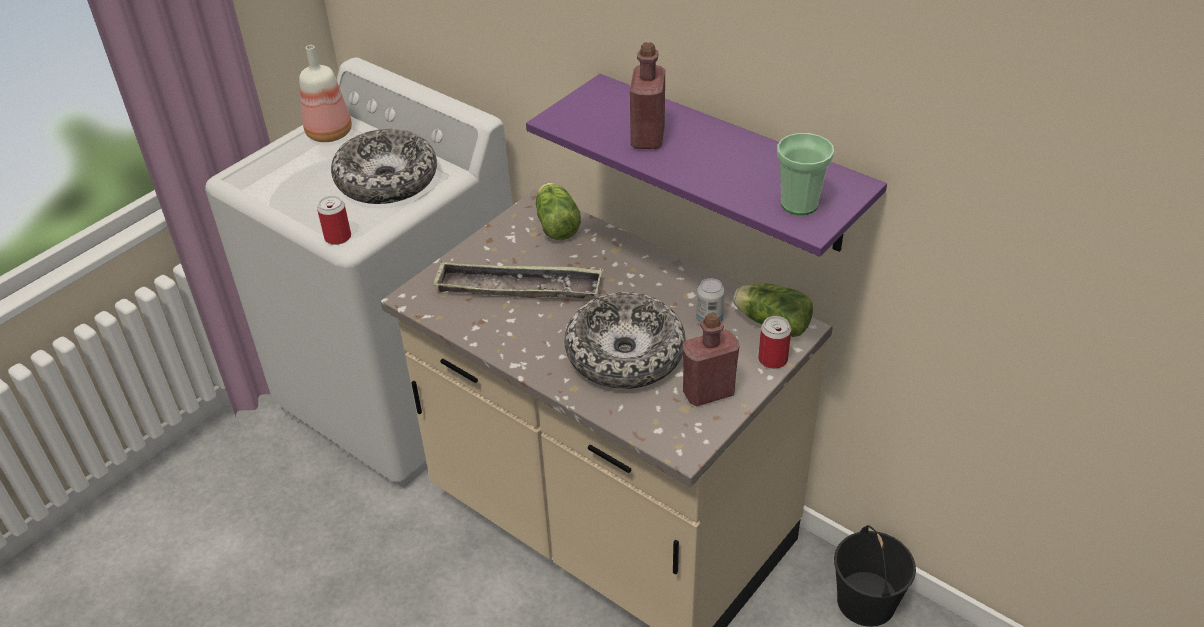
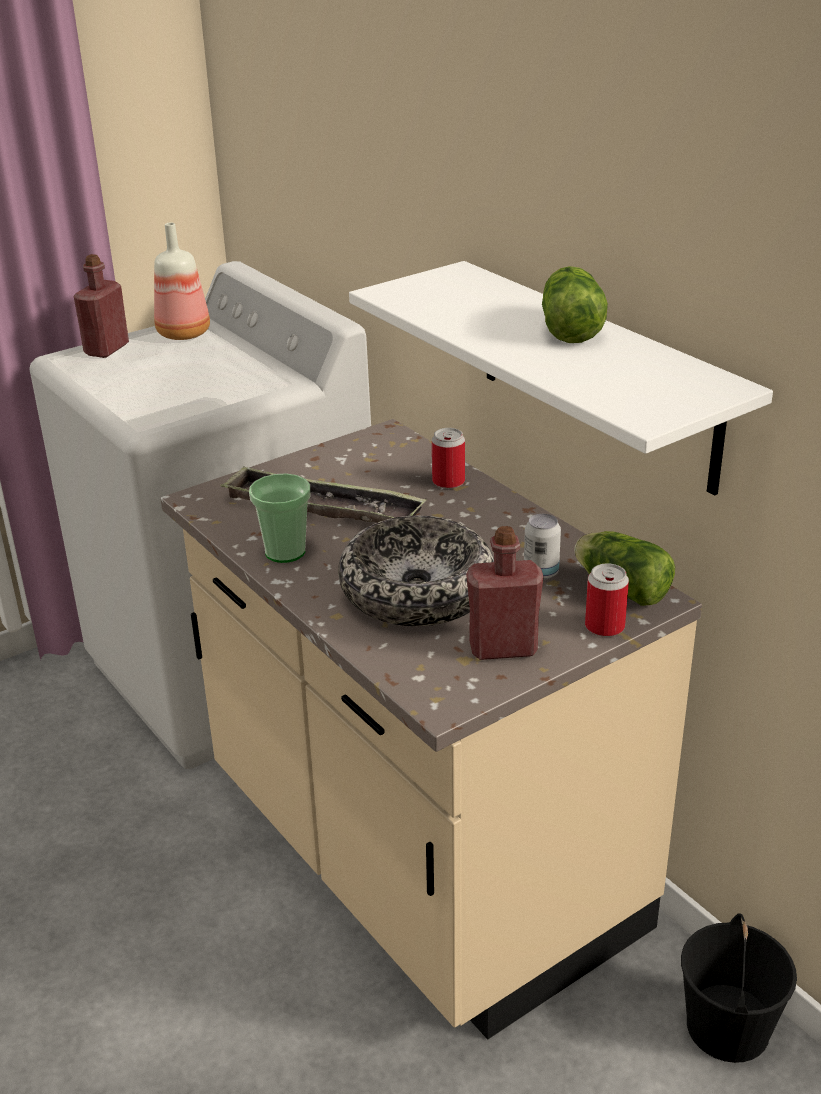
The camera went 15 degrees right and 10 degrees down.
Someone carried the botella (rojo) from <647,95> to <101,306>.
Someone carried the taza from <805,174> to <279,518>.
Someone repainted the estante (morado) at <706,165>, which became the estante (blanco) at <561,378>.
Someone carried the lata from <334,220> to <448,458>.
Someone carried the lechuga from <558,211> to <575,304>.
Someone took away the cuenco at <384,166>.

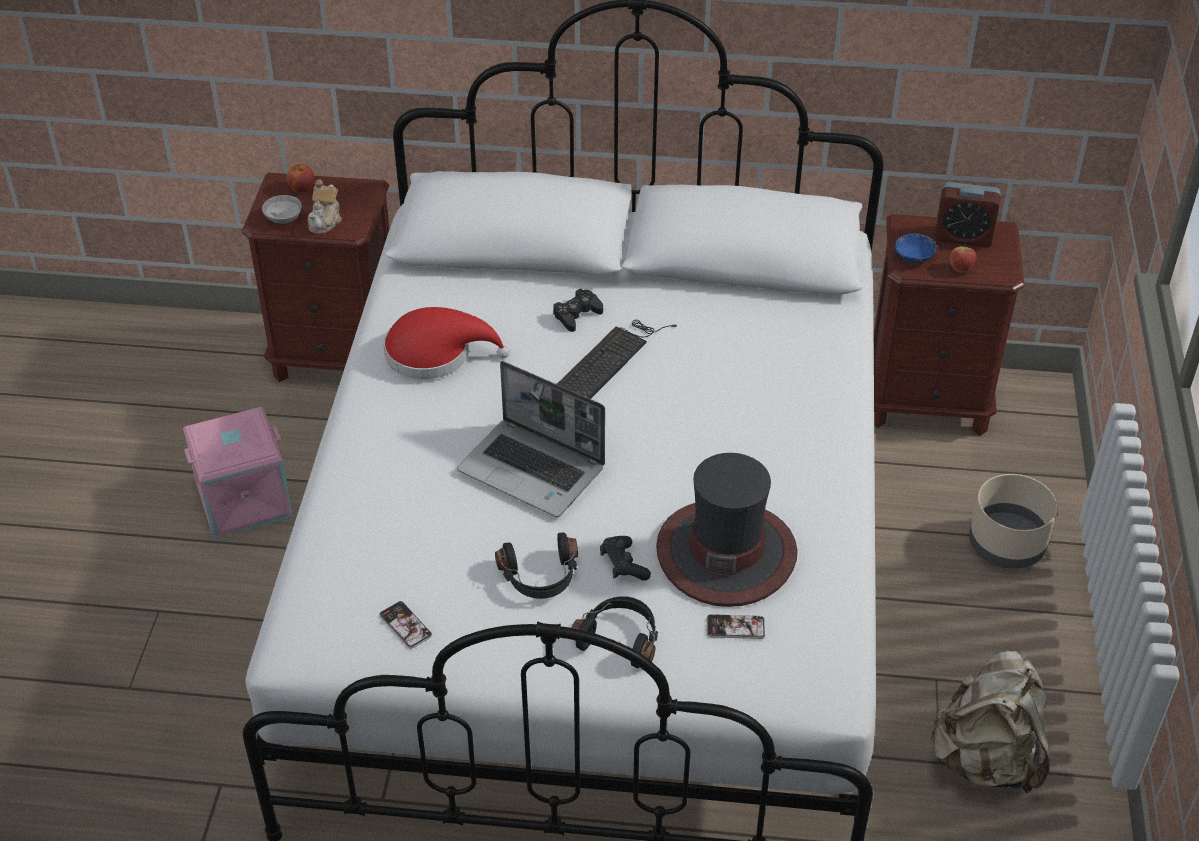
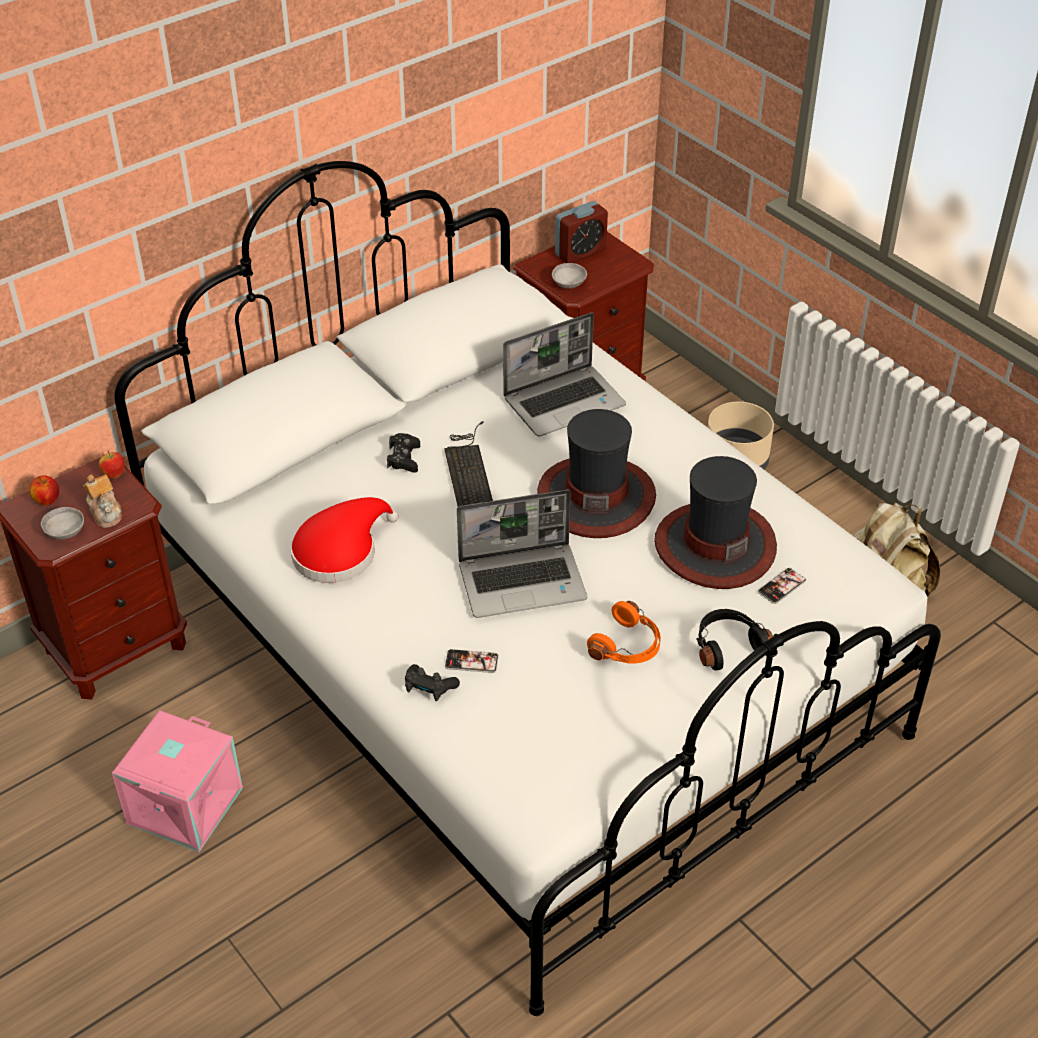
The camera went 45 degrees left and 0 degrees up.
Someone carried the manzana from <963,258> to <112,465>.
Someone carried the mando de consola (negro) from <625,558> to <432,682>.
Someone carried the móvil from <405,625> to <472,661>.
Someone put down the portátil at <564,375>.
Someone put down the sombrero at <596,473>.
Someone repainted the cuenco (azul) at <916,248>, which became the cuenco (gris) at <569,276>.
Someone repainted the auriculares (negro) at <536,566>, which became the auriculares (naranja) at <624,632>.

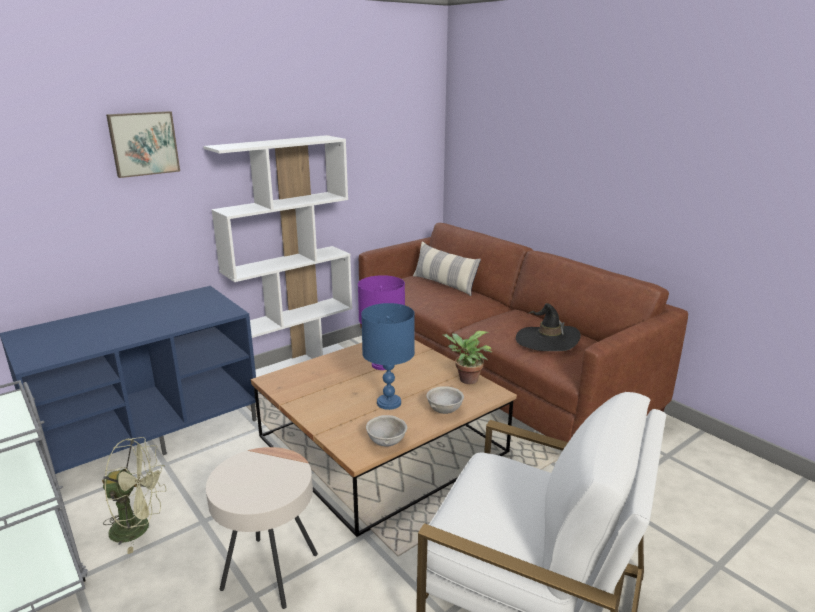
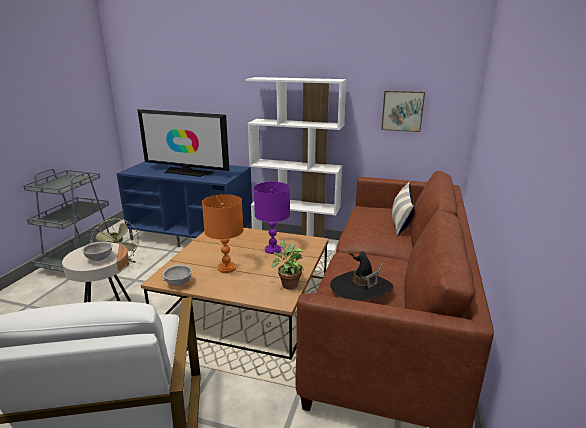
The camera went 55 degrees right and 0 degrees up.
Someone carried the cuenco (gris) from <445,400> to <97,251>.
Someone put down the televisor at <183,143>.
Someone repainted the lámpara de mesa (azul) at <388,356>, which became the lámpara de mesa (naranja) at <223,233>.
Someone carried the cuadro from <143,144> to <403,111>.

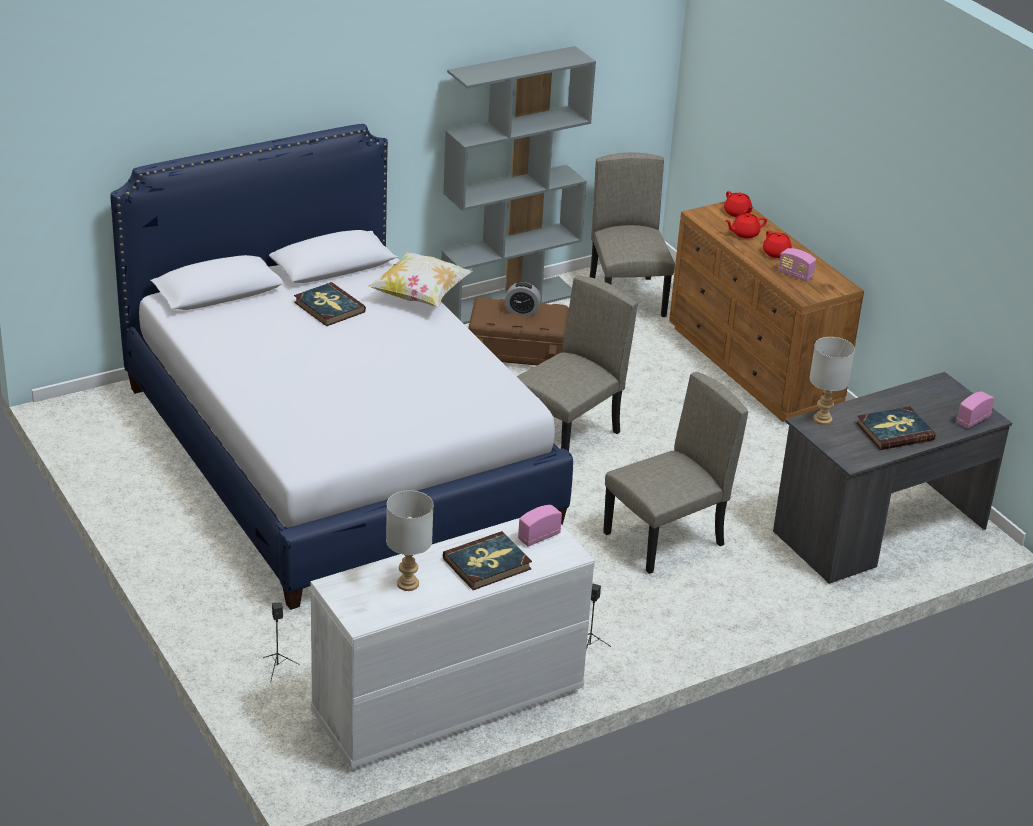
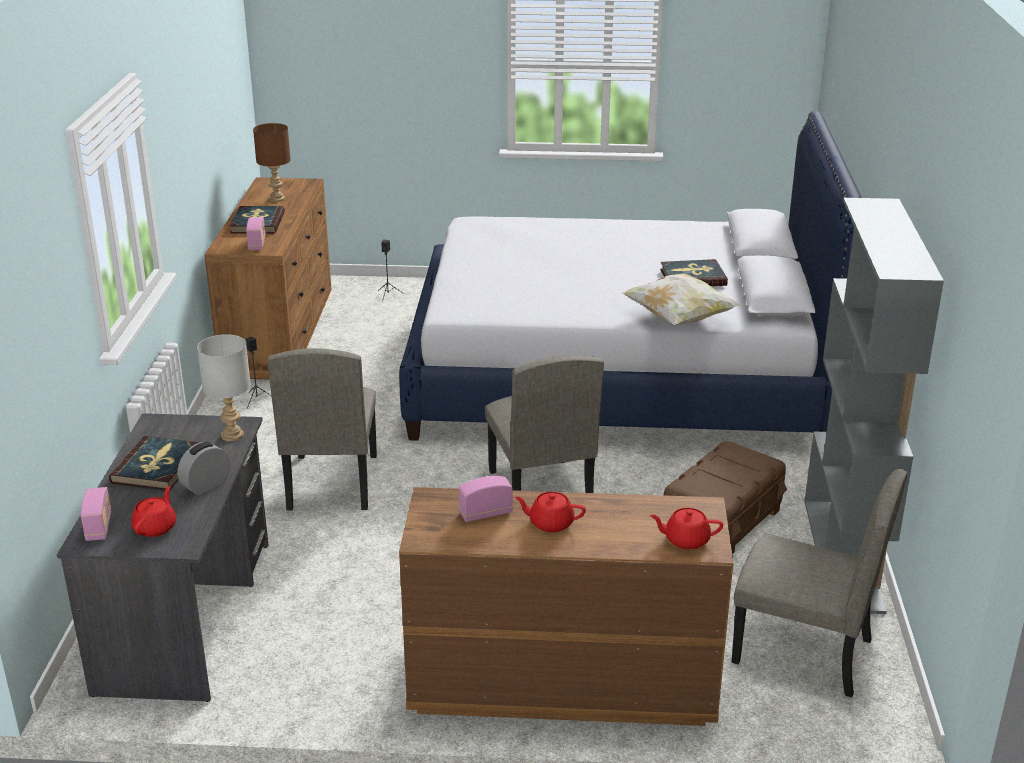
The camera went 125 degrees right and 5 degrees down.
Someone carried the tetera (rojo) from <746,225> to <153,511>.
Someone carried the despertador from <523,299> to <204,468>.
Someone repainted the cómoda (blanco) at <452,643>, which became the cómoda (marrón) at <268,278>.
Someone repainted the lámpara de mesa (gris) at <410,540>, which became the lámpara de mesa (marrón) at <272,162>.

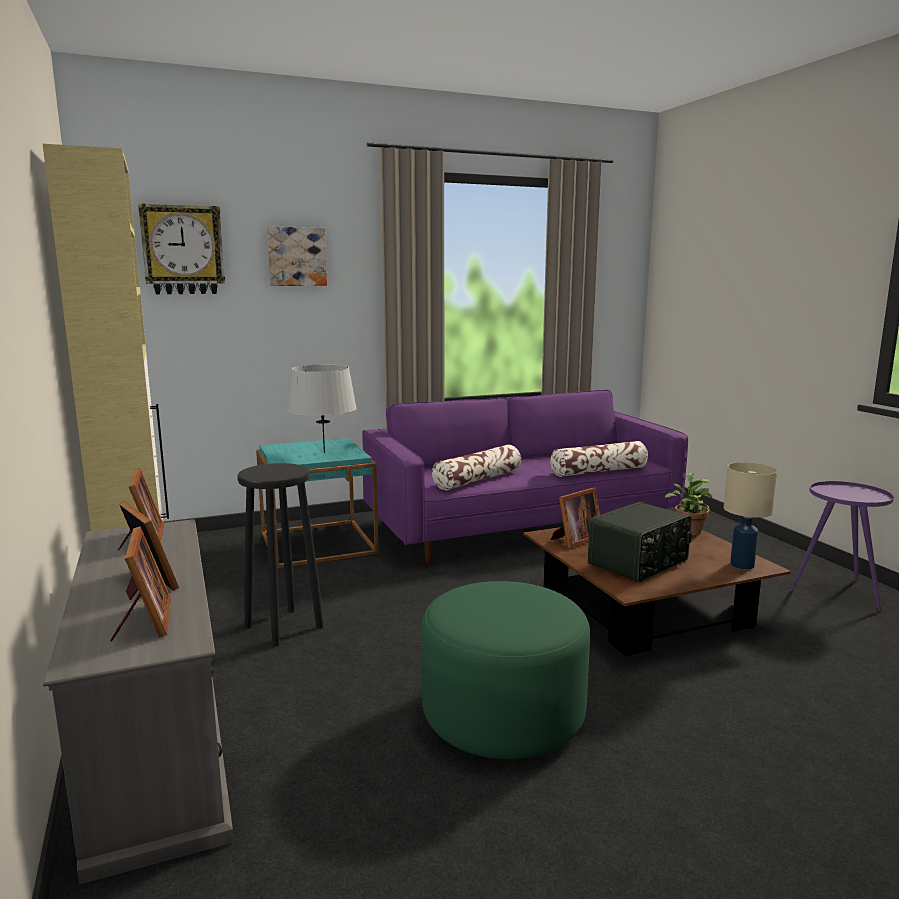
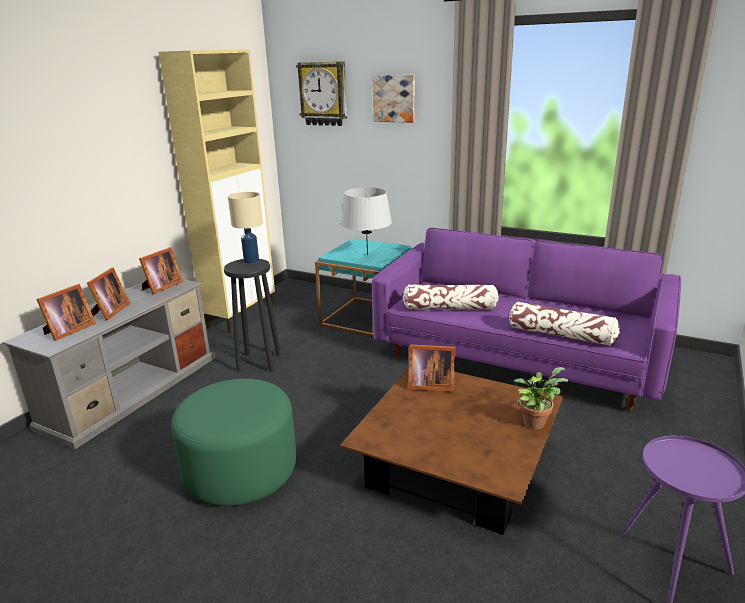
The camera went 50 degrees right and 10 degrees up.
Someone carried the lámpara de mesa (beis) from <751,515> to <245,228>.
Someone took away the radio at <640,542>.

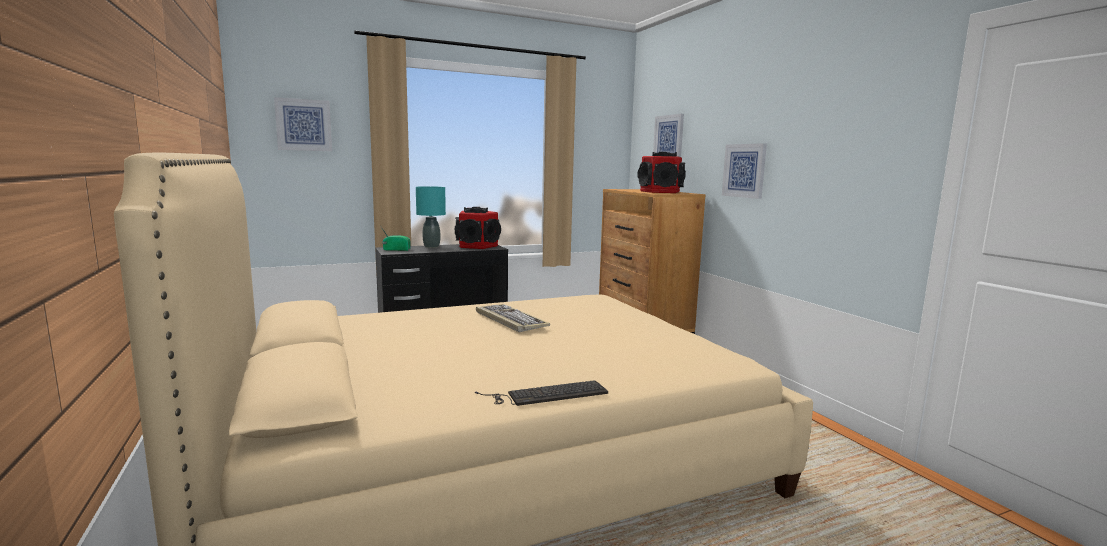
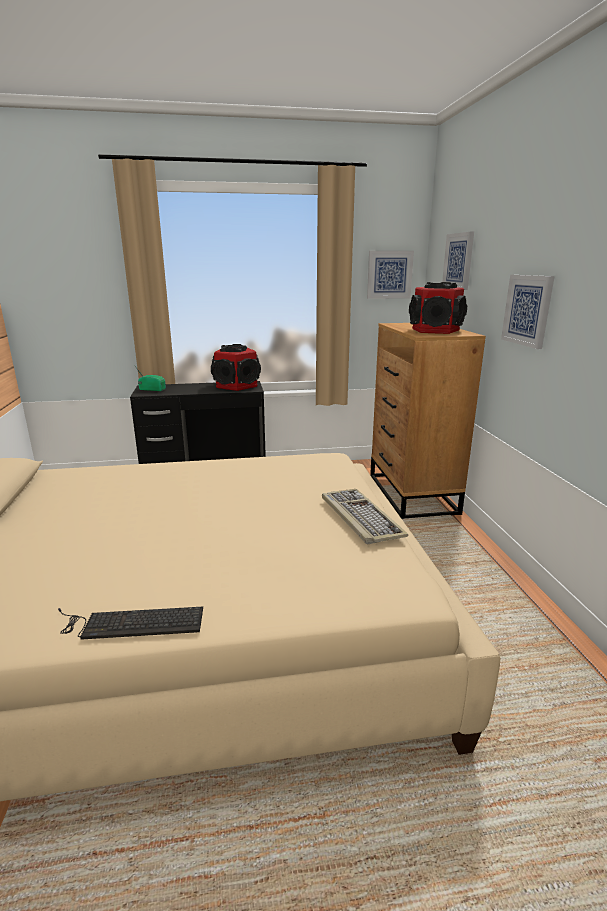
The camera went 15 degrees right and 10 degrees up.
Someone carried the teclado from <513,318> to <365,517>.
Someone carried the cuadro from <303,124> to <390,275>.
Someone took away the lámpara de mesa (turquesa) at <431,217>.

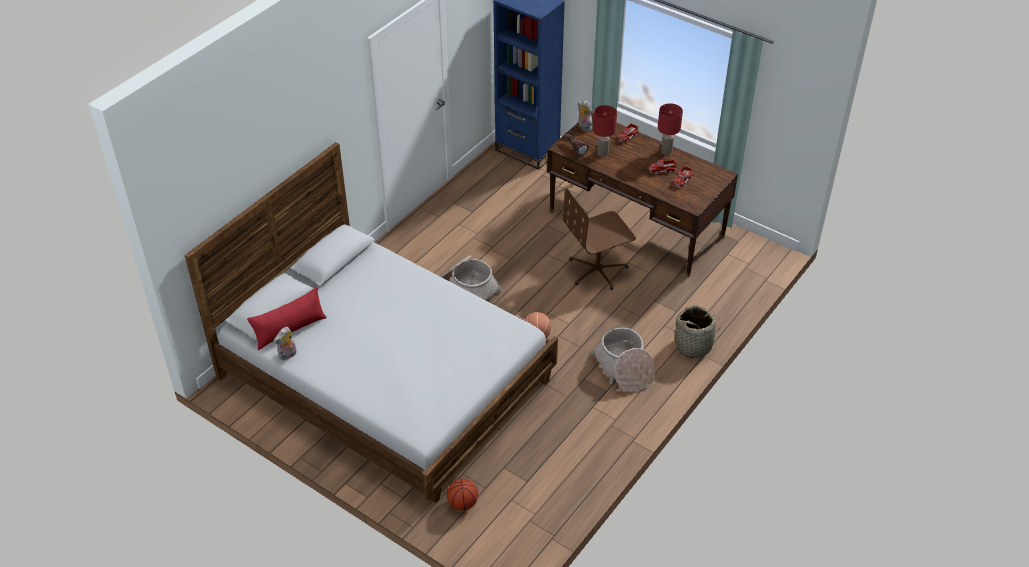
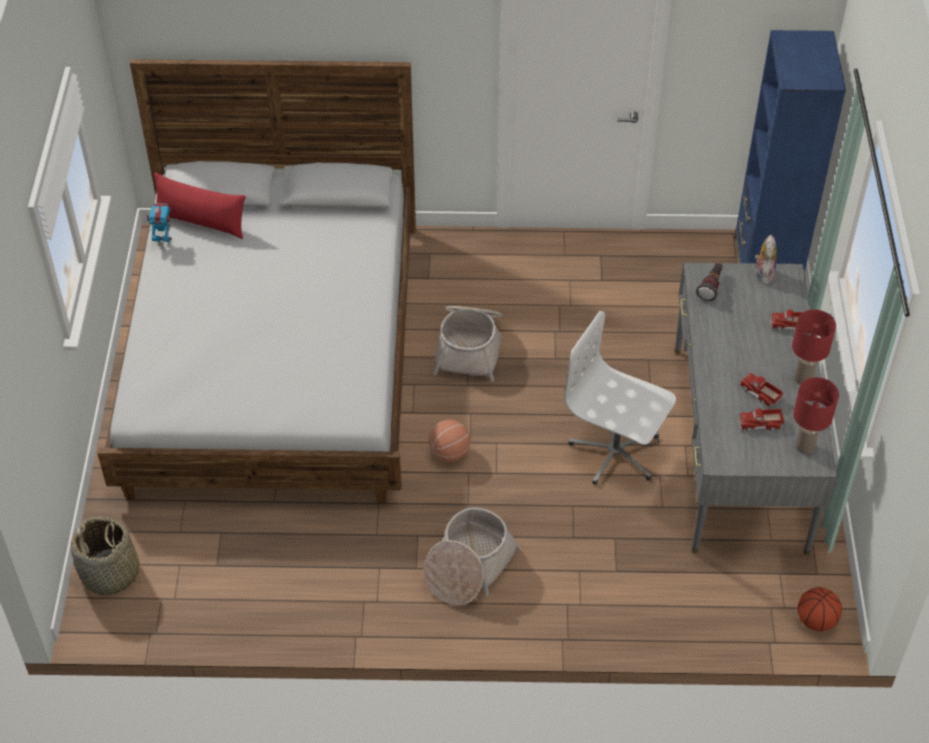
The camera went 55 degrees right and 5 degrees up.
Someone carried the cesta from <695,331> to <105,555>.
Someone swapped the peluche at <285,343> for the robot de juguete at <159,225>.
Someone repainted the silla de oficina (marrón) at <599,239>, which became the silla de oficina (blanco) at <620,398>.
Someone repainted the escritorio (marrón) at <642,194>, which became the escritorio (gris) at <756,409>.
Someone carried the lámpara de mesa (rojo) from <605,131> to <816,415>.
Someone carried the balón de baloncesto from <462,495> to <819,609>.

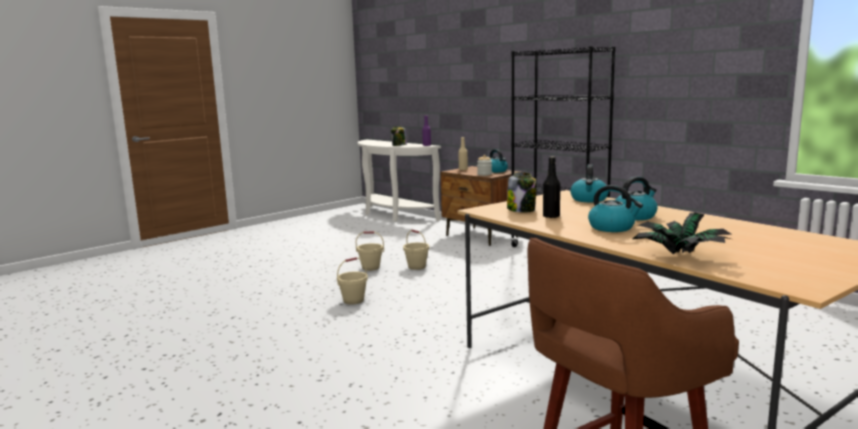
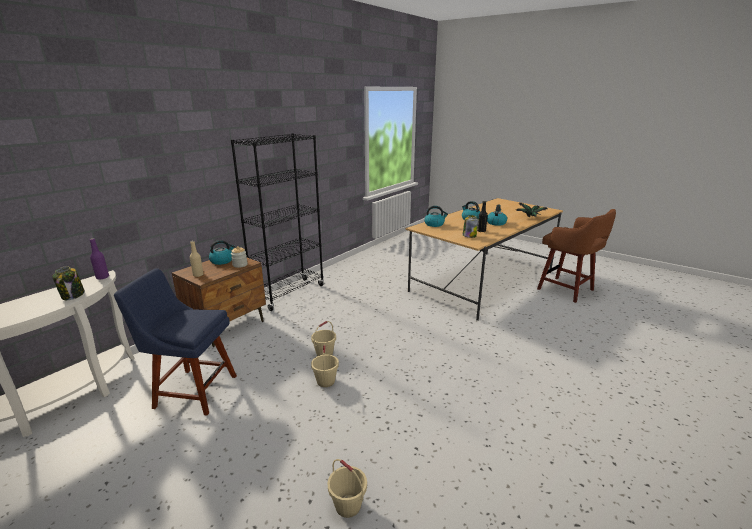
The camera went 100 degrees left and 10 degrees up.
Someone put down the silla (azul) at <175,342>.
Someone carried the cubo (beis) from <352,280> to <347,488>.

